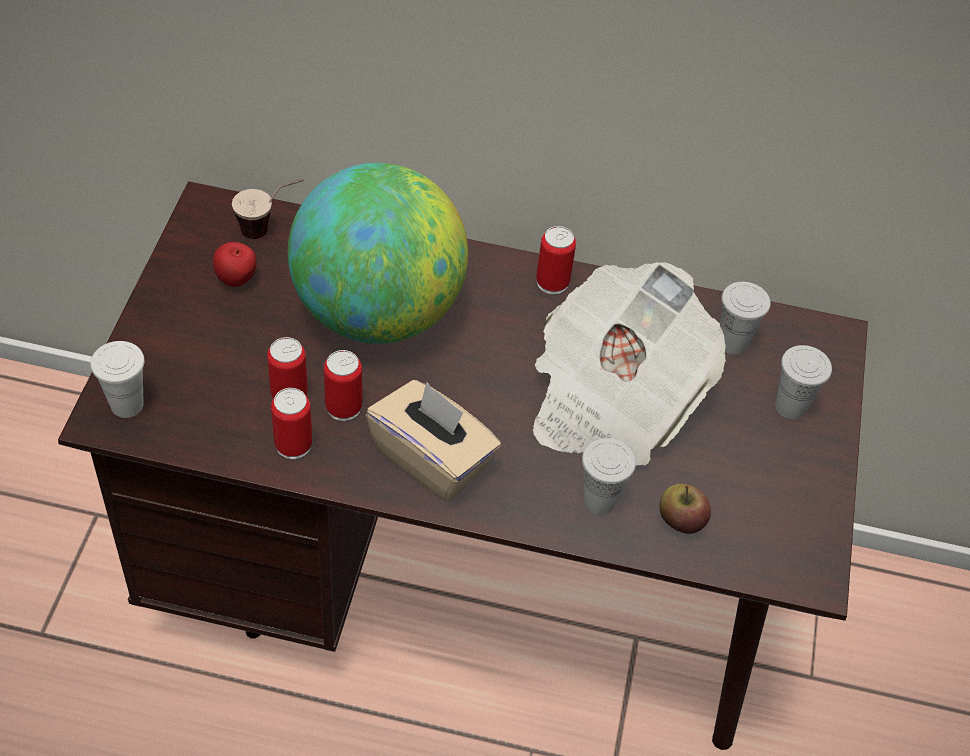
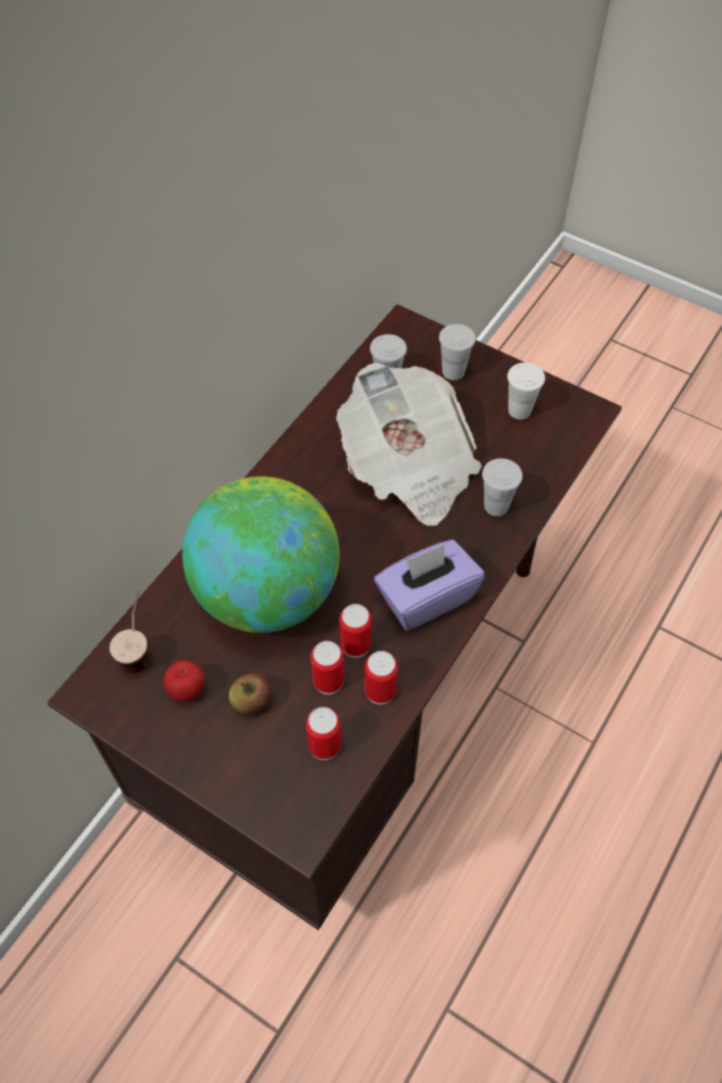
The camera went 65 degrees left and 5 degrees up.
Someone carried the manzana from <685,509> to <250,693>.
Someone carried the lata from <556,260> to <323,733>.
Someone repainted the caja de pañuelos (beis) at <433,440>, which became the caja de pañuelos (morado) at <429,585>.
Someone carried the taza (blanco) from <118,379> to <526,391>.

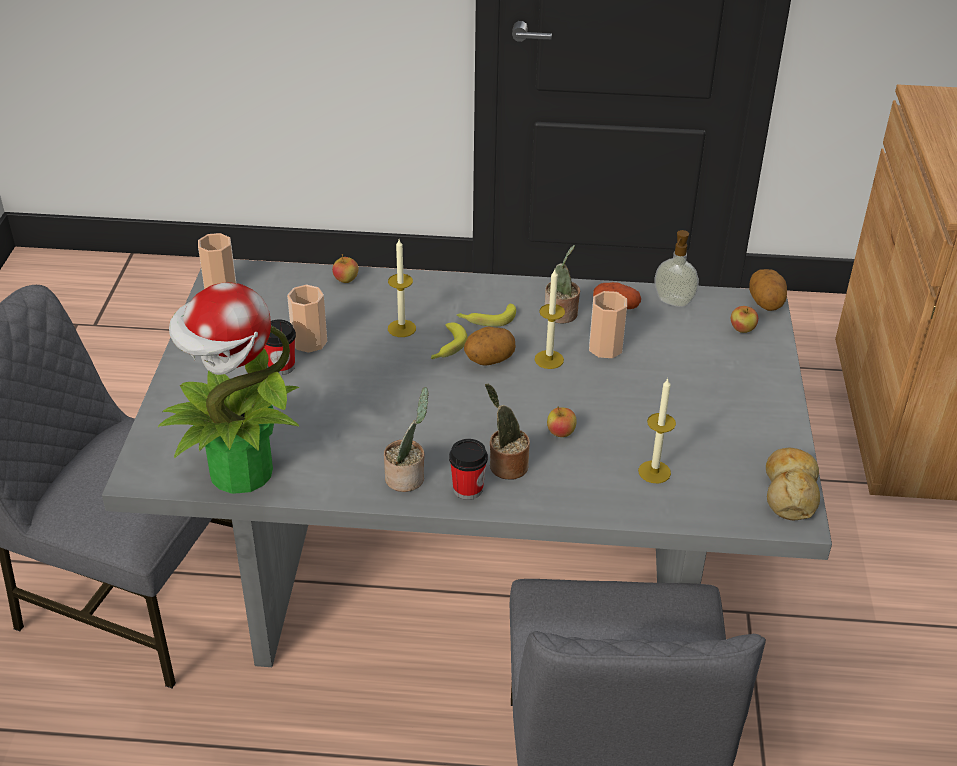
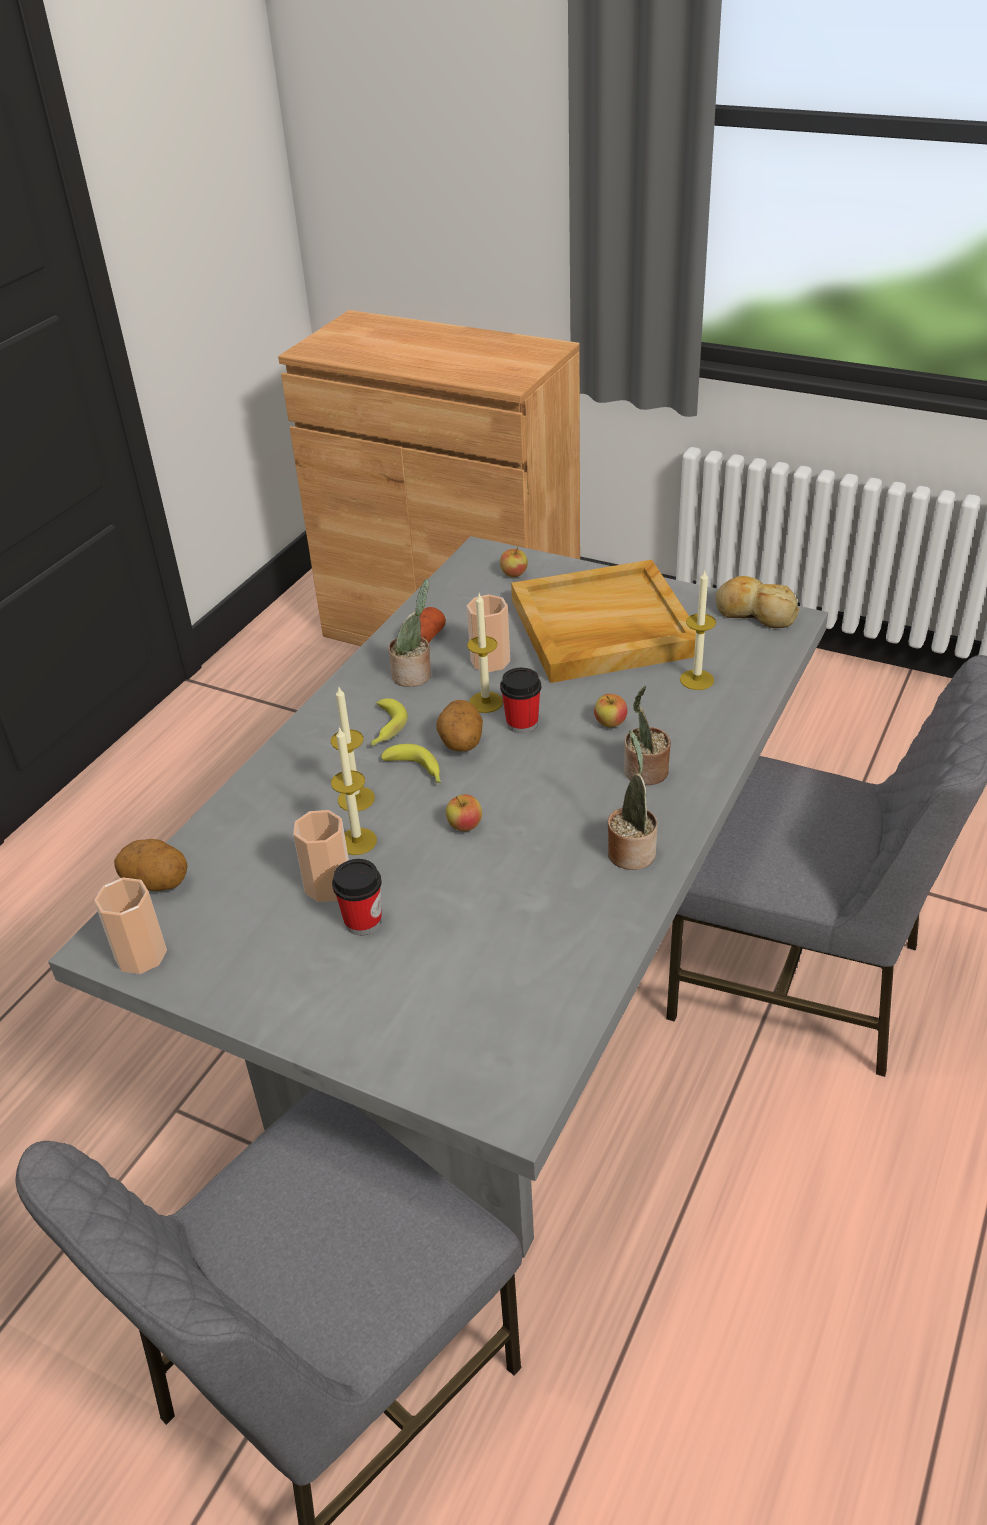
The camera went 65 degrees left and 0 degrees up.
Someone carried the patata from <768,290> to <151,865>.
Someone put down the vela at <354,790>.
Someone carried the manzana from <345,268> to <464,812>.
Someone carried the taza from <468,469> to <520,701>.
Someone put down the bandeja (beis) at <603,621>.
Someone took away the planta en maceta at <229,388>.
Someone took away the dispensador de jabón at <676,268>.

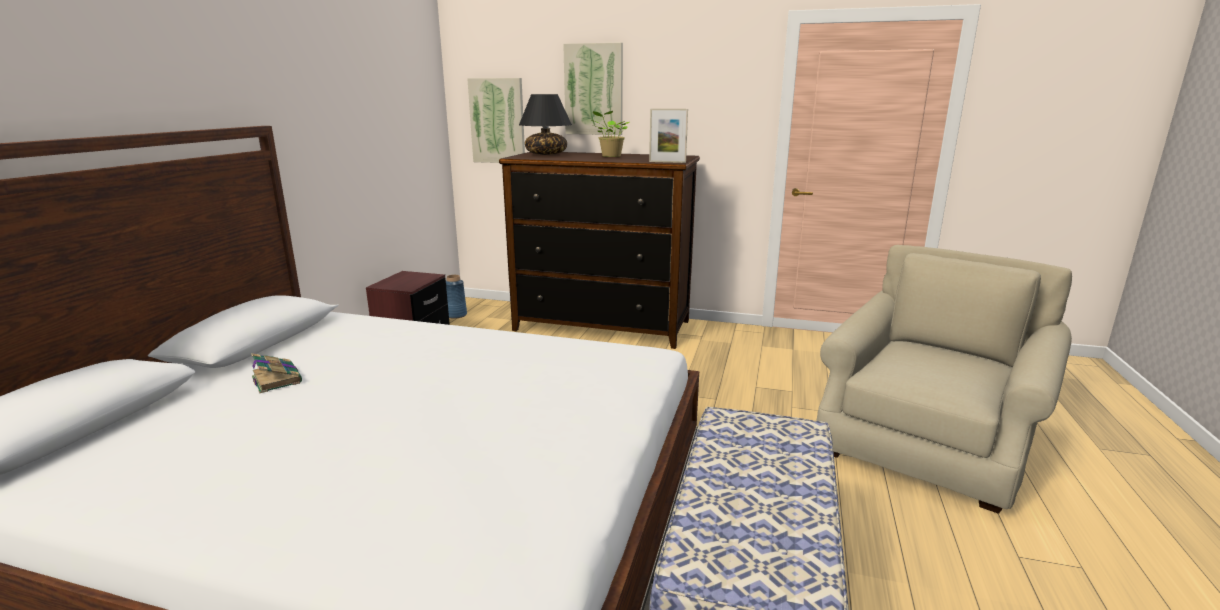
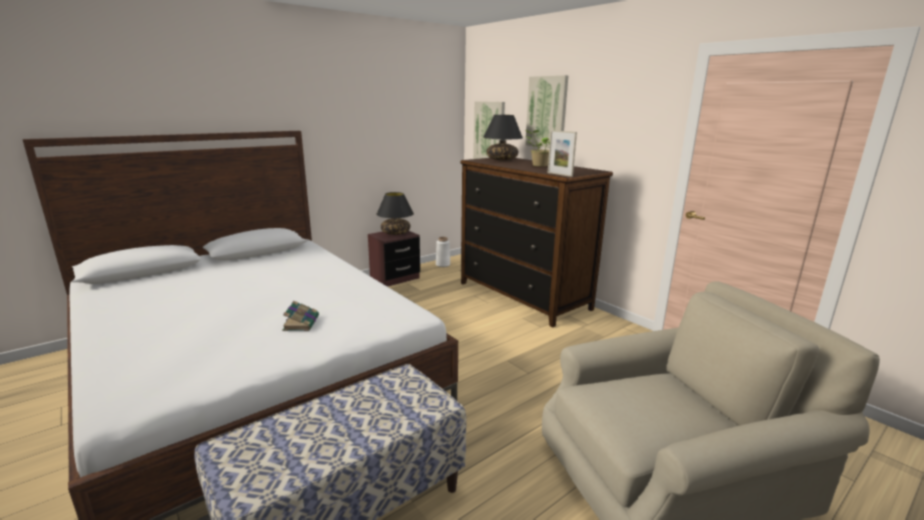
The camera went 35 degrees right and 0 degrees up.
Someone carried the libro from <276,373> to <300,316>.
Someone put down the lámpara de mesa (negro) at <395,213>.
Someone repainted the florero (azul) at <456,297>, which became the florero (blanco) at <443,252>.

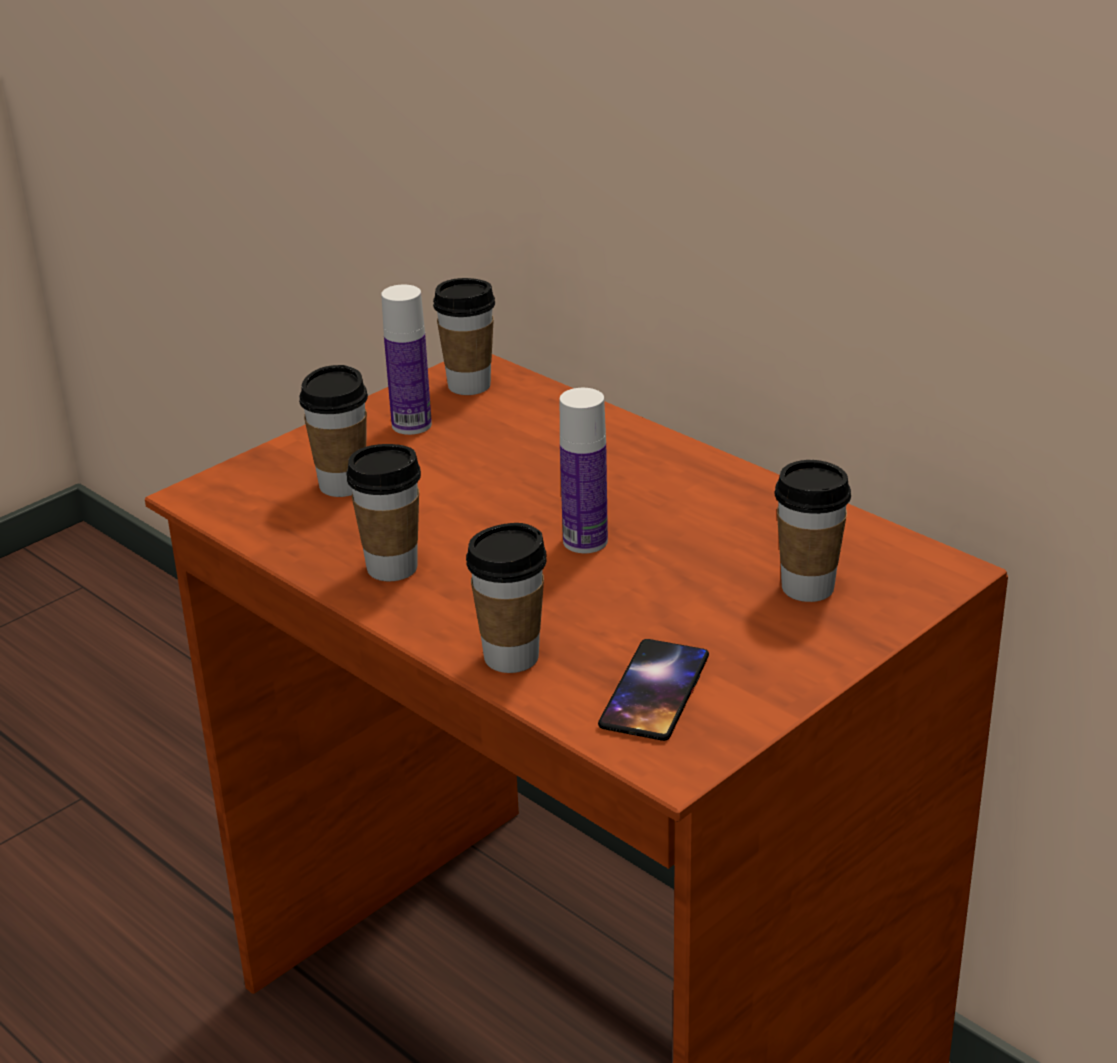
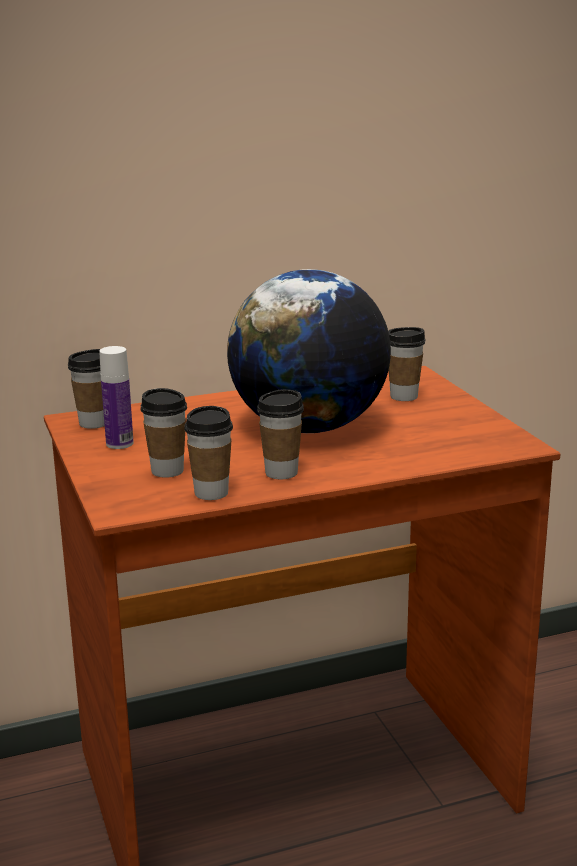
The camera went 65 degrees left and 10 degrees down.
Someone carried the taza from <506,598> to <208,453>.
Someone swapped the botella at <584,470> for the globo terráqueo at <309,351>.
Someone took away the móvil at <653,690>.

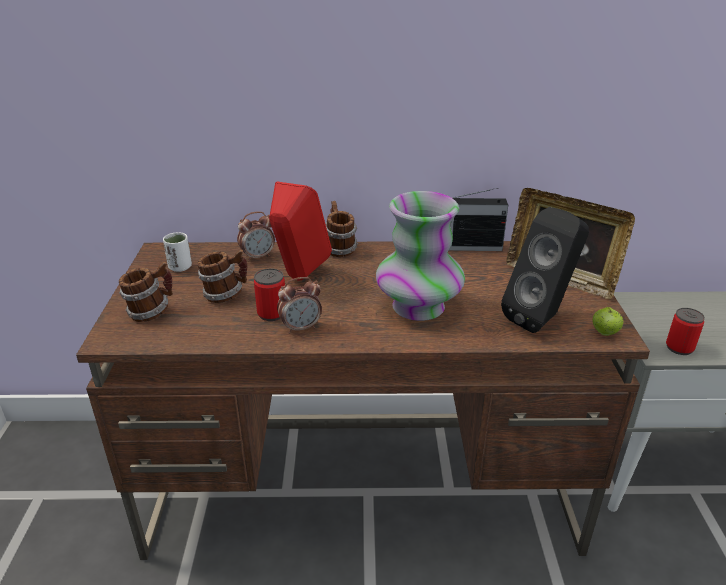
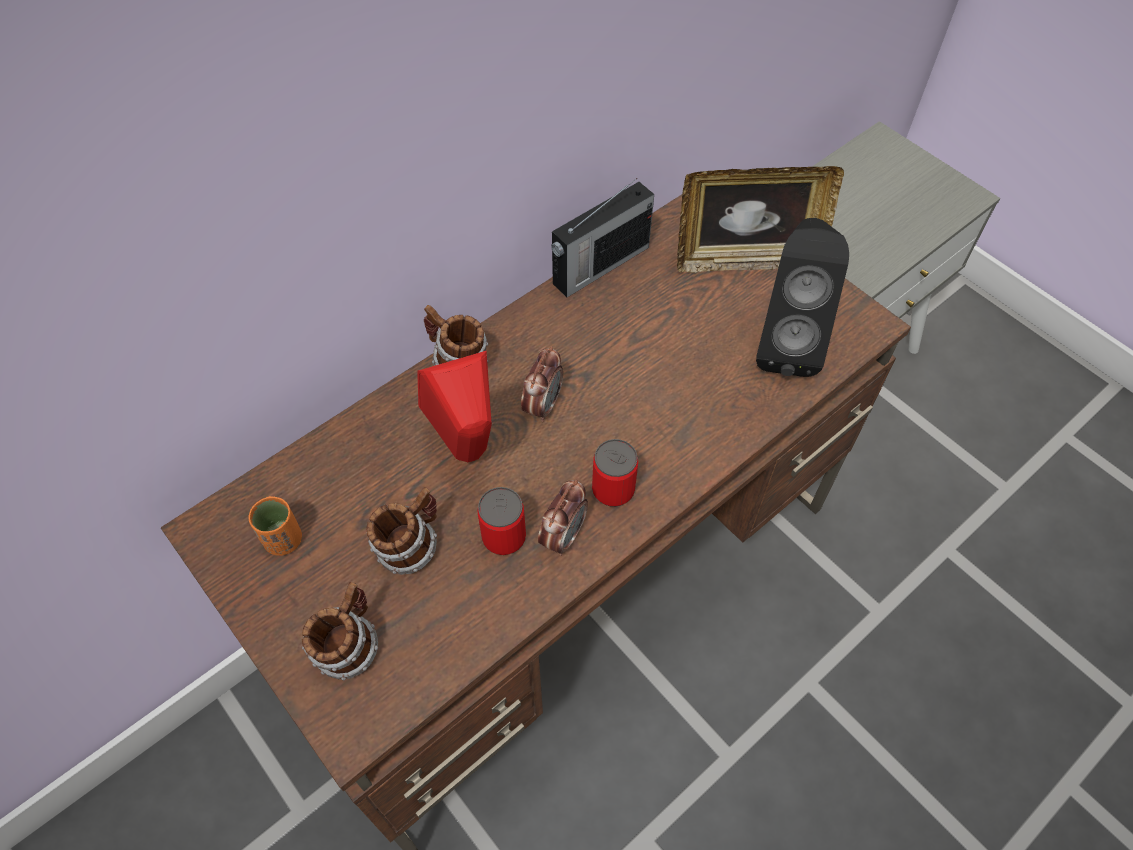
The camera went 40 degrees left and 25 degrees up.
Someone repainted the taza (blanco) at <177,252>, which became the taza (naranja) at <275,526>.
Someone carried the despertador from <256,236> to <542,384>.
Someone carried the lata from <685,331> to <615,473>.
Someone took away the florero at <420,256>.
Someone took away the manzana at <608,321>.

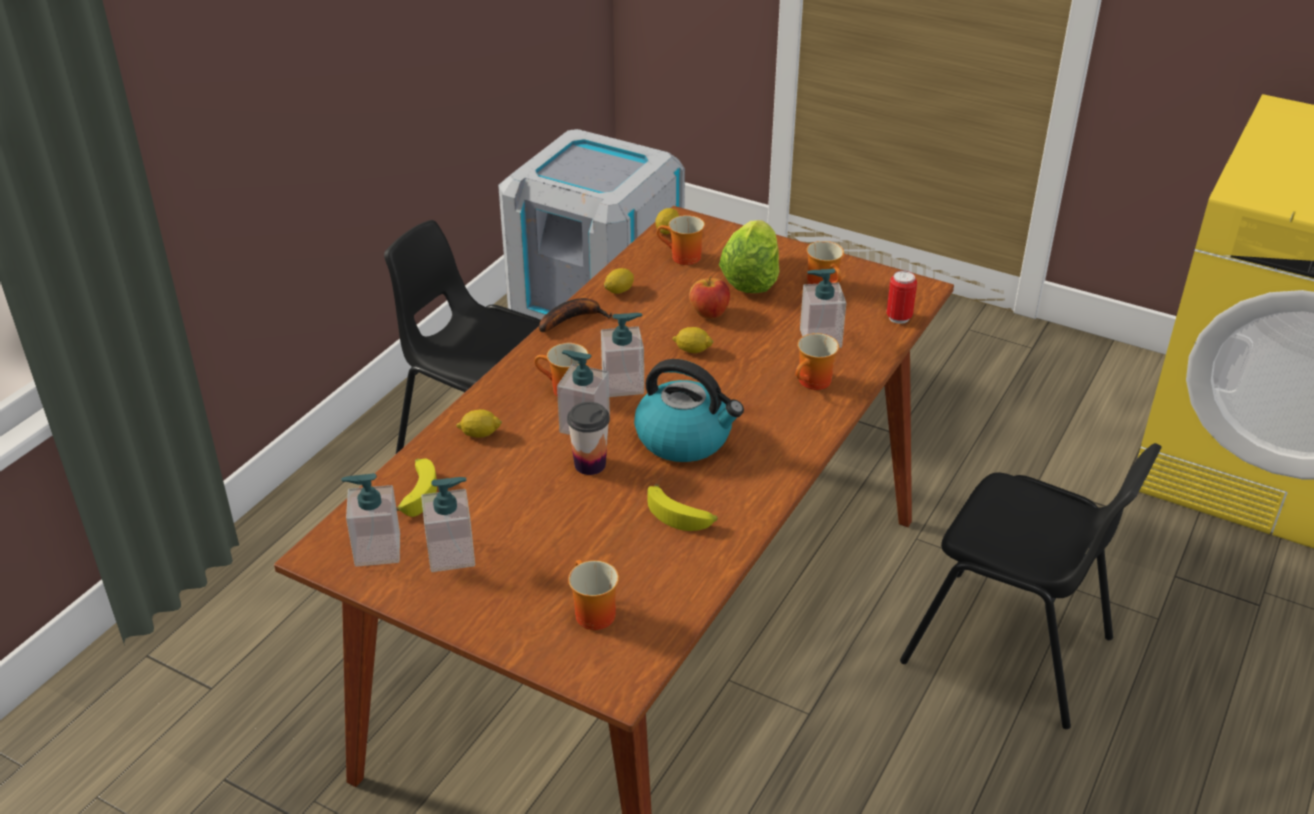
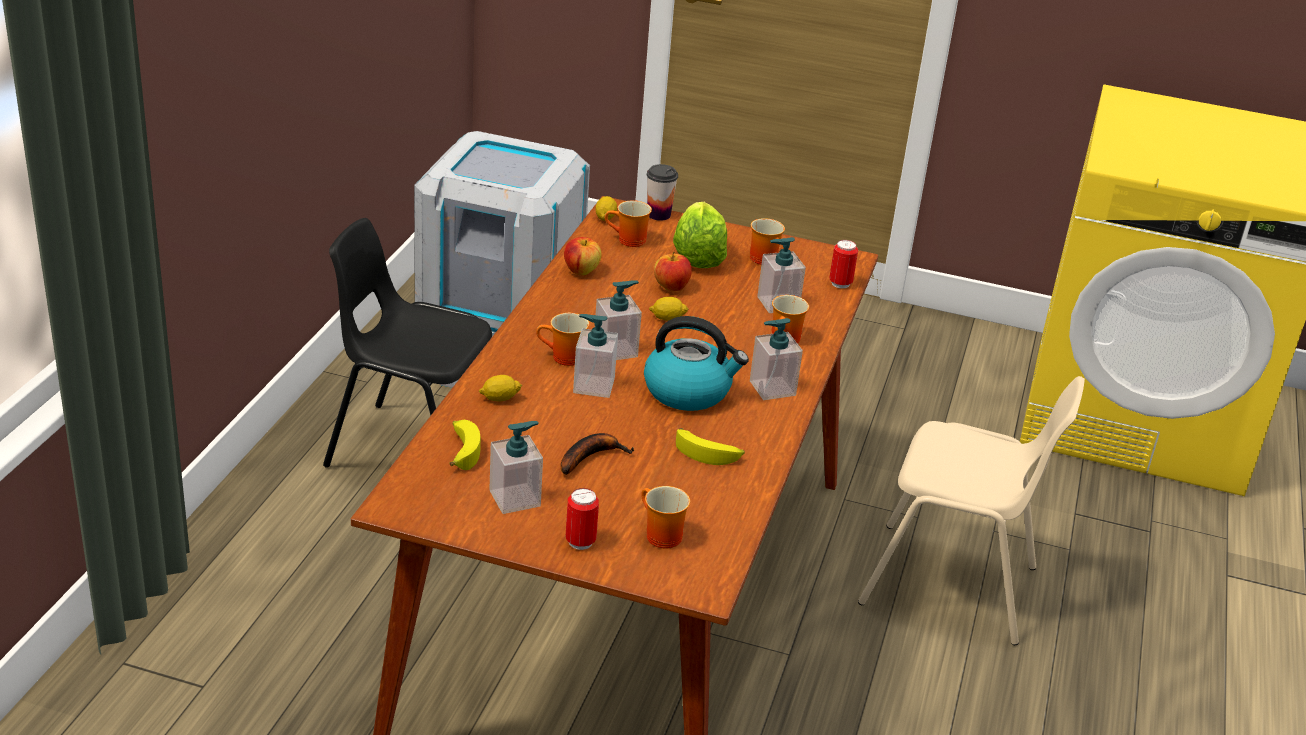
The camera went 15 degrees left and 5 degrees down.
Someone carried the plátano from <575,315> to <597,454>.
Someone swapped the limón at <619,281> for the manzana at <583,256>.
Someone put down the lata at <582,519>.
Someone carried the taza from <588,438> to <662,192>.
Someone carried the dispensador de jabón from <370,520> to <776,359>.
Someone repainted the silla (negro) at <1031,586>, which became the silla (beis) at <971,510>.

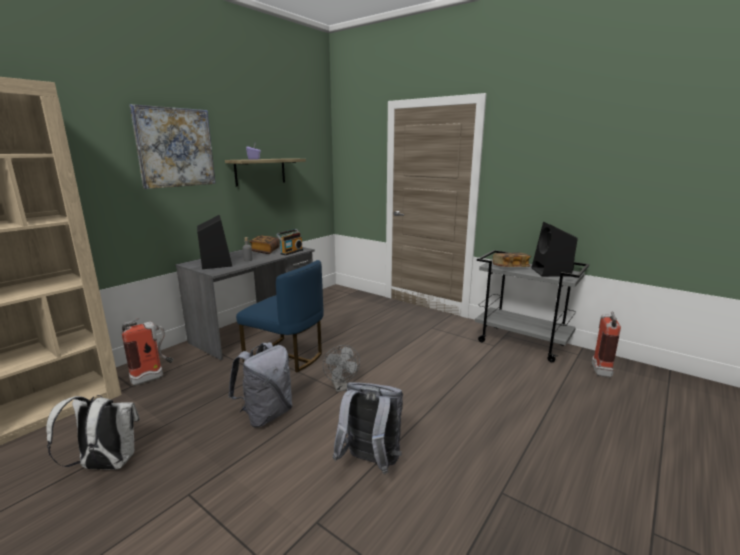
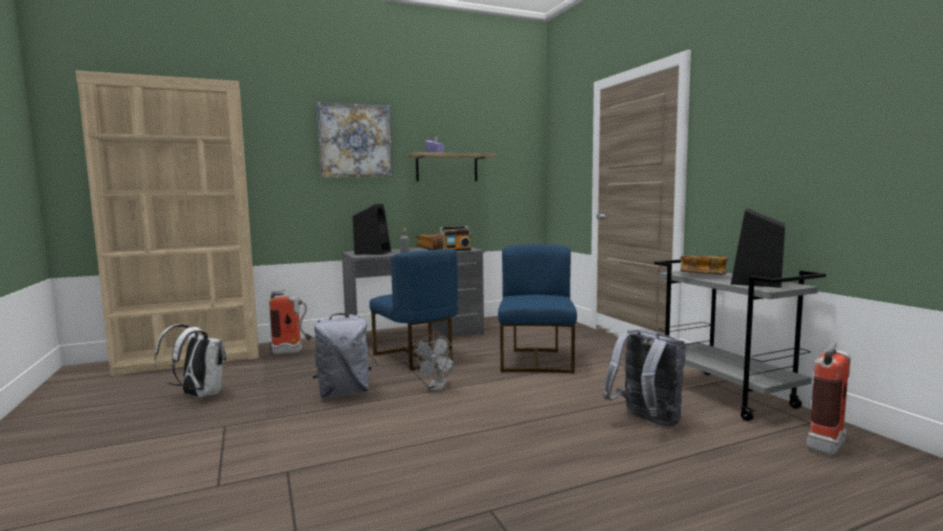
The camera went 30 degrees right and 10 degrees down.
Someone put down the silla (azul) at <537,309>.
Someone carried the mochila (gris) from <368,428> to <644,378>.

